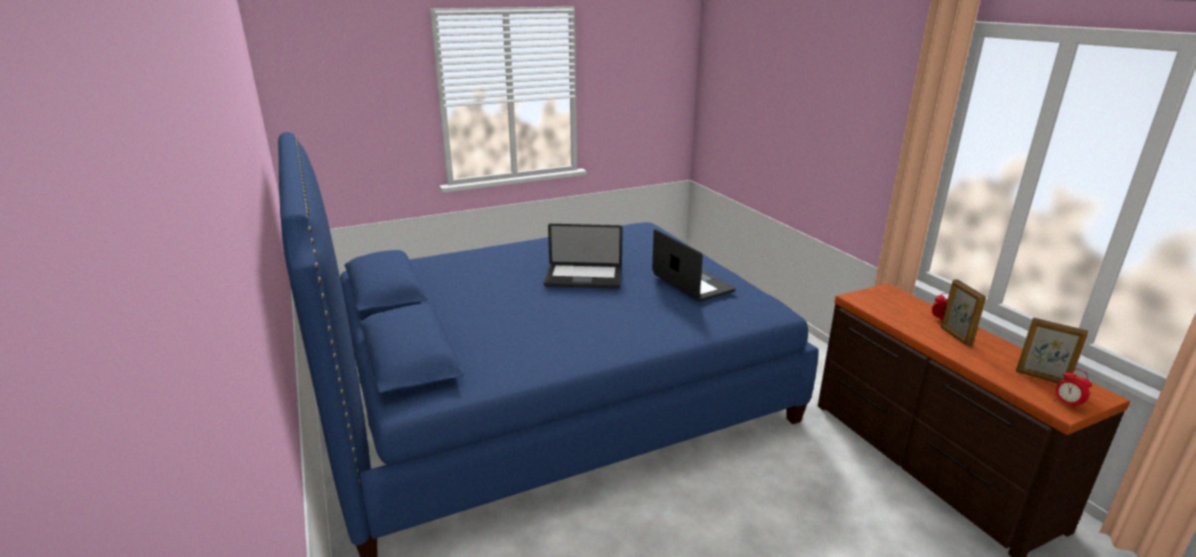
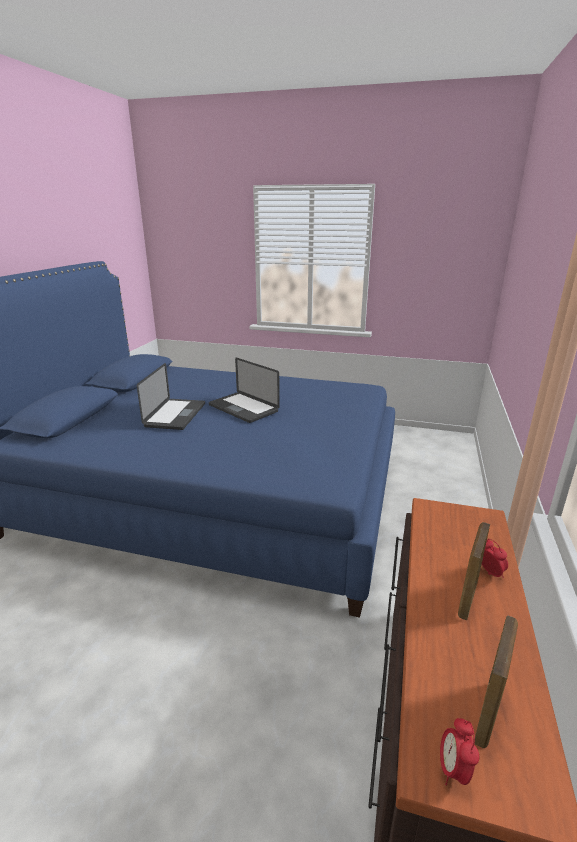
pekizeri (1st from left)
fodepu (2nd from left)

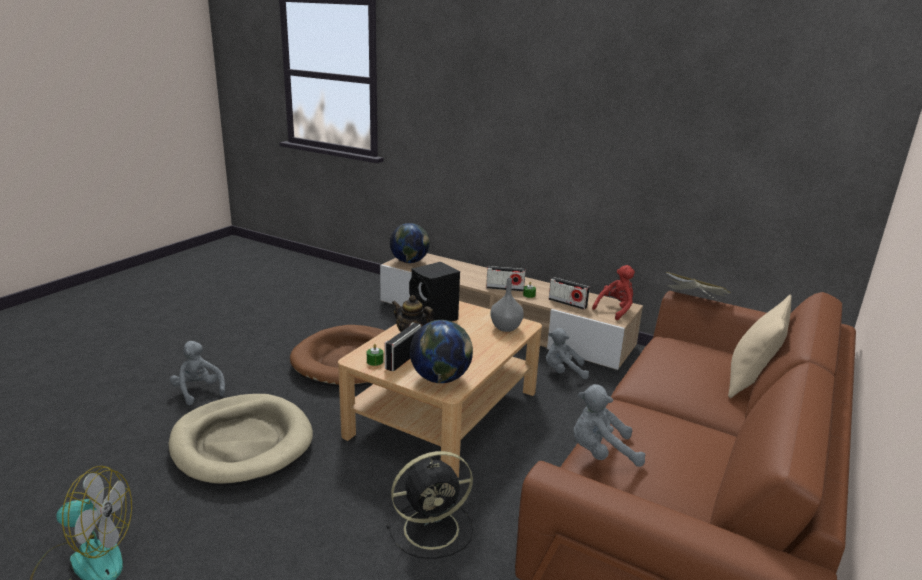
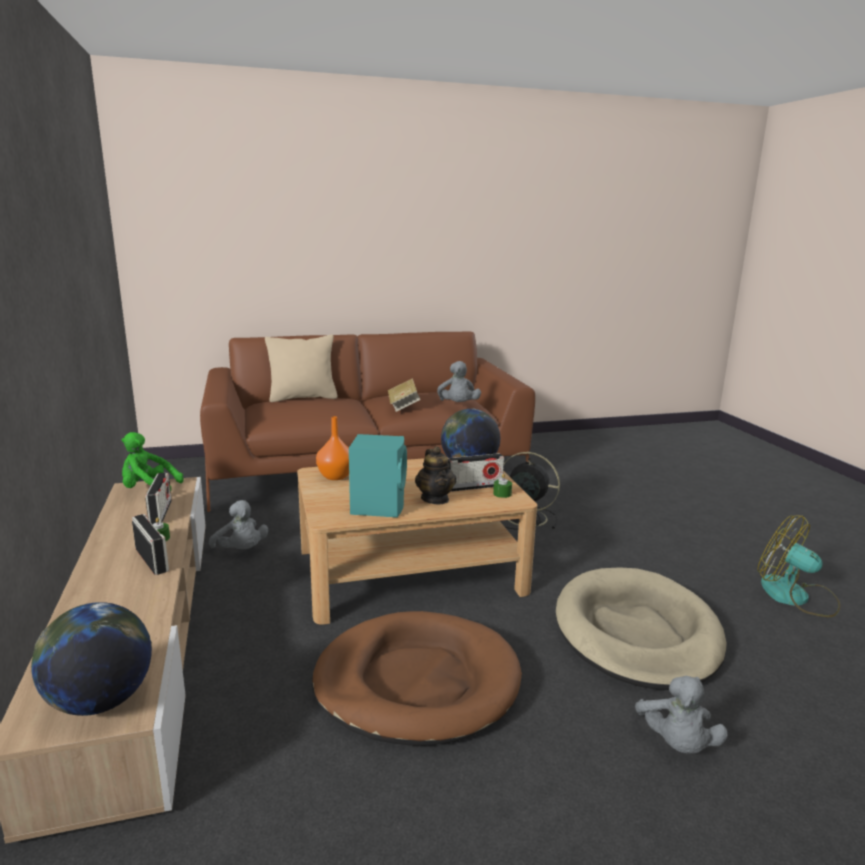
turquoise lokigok
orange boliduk
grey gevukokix (2nd from left)
green gevukokix
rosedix

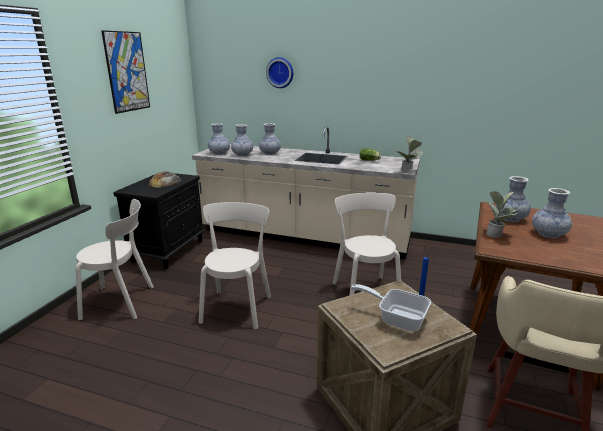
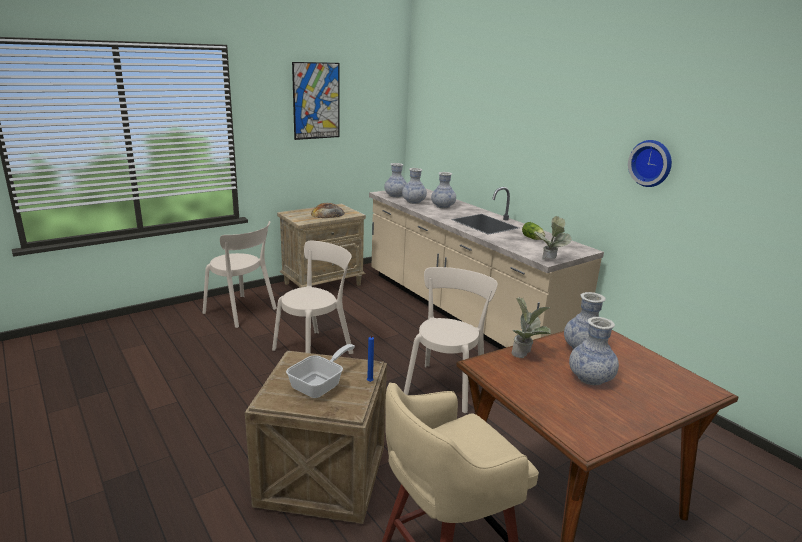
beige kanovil
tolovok
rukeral

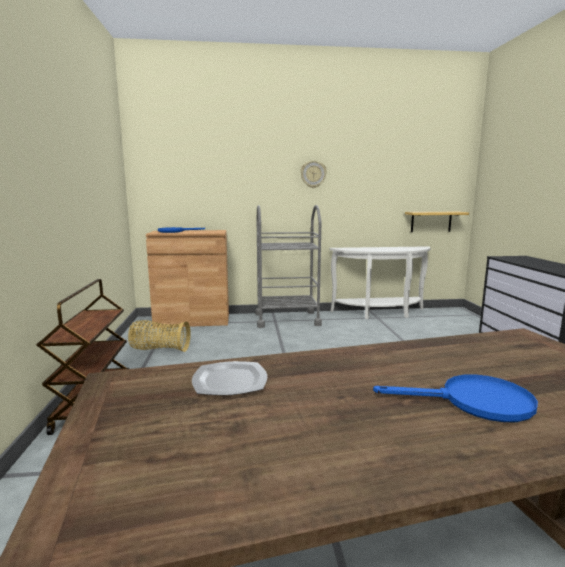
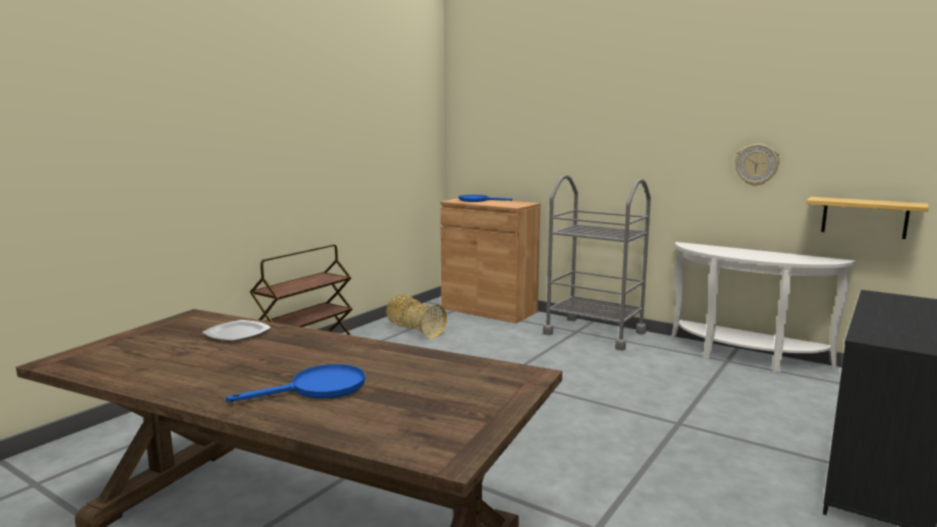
tolovok
blue rukeral (1st from left)

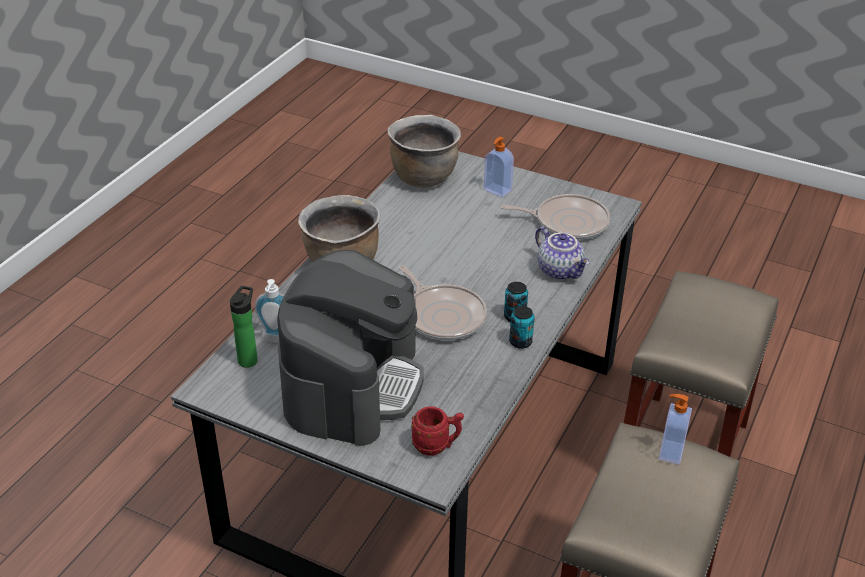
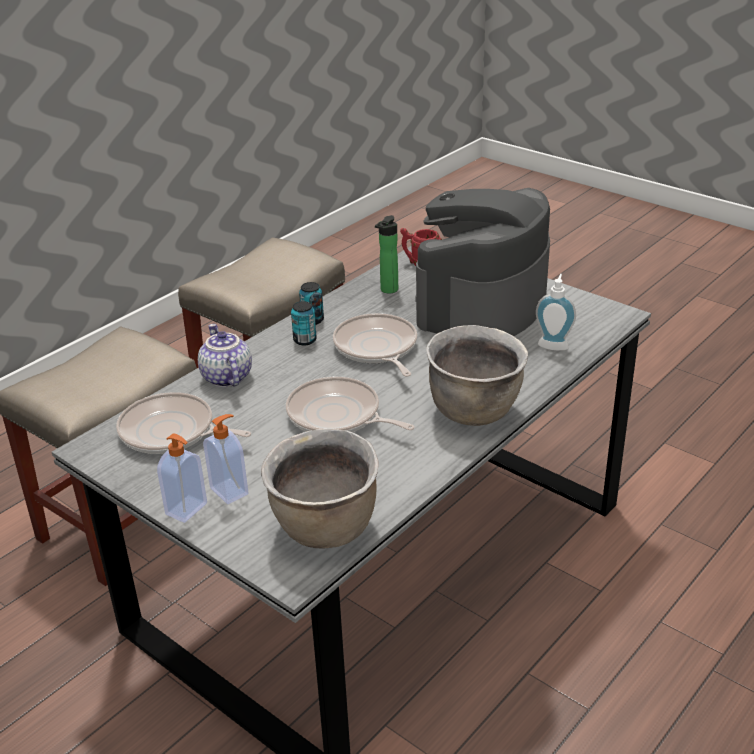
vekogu
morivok (1st from left)
rukeral (2nd from left)

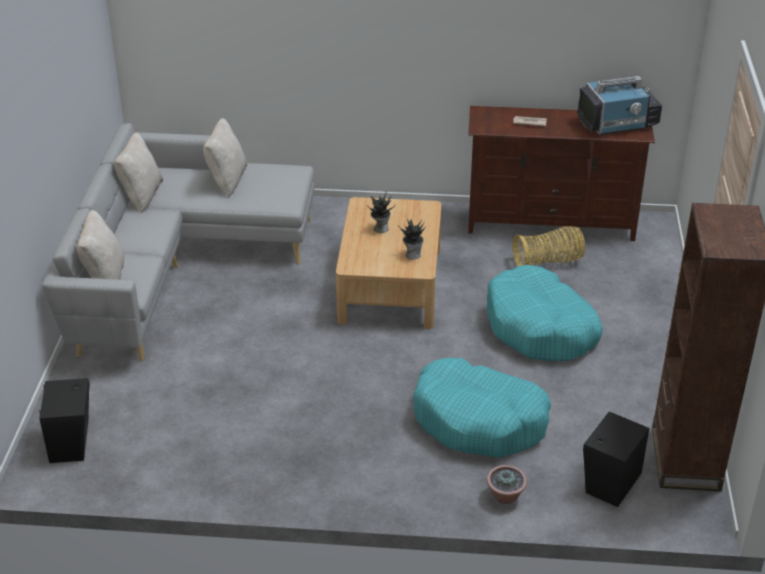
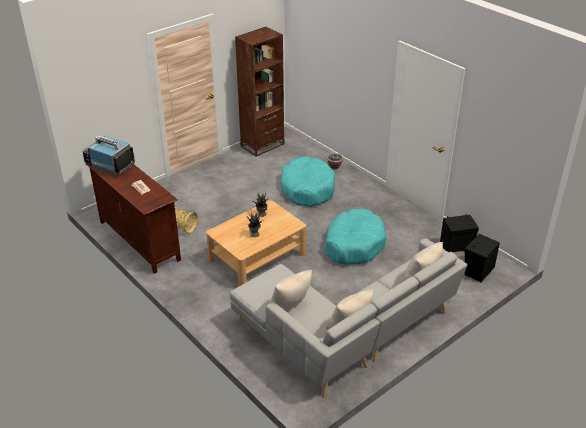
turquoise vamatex (2nd from left)
black lokigok (1st from left)

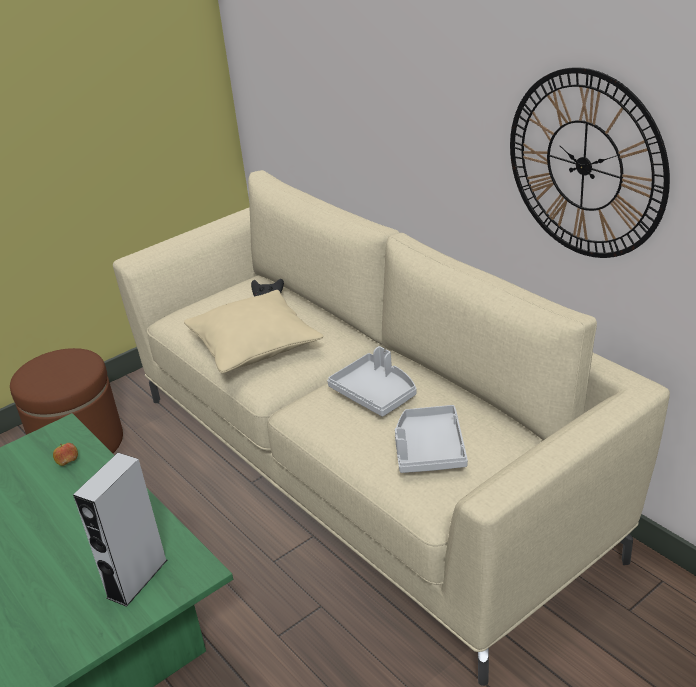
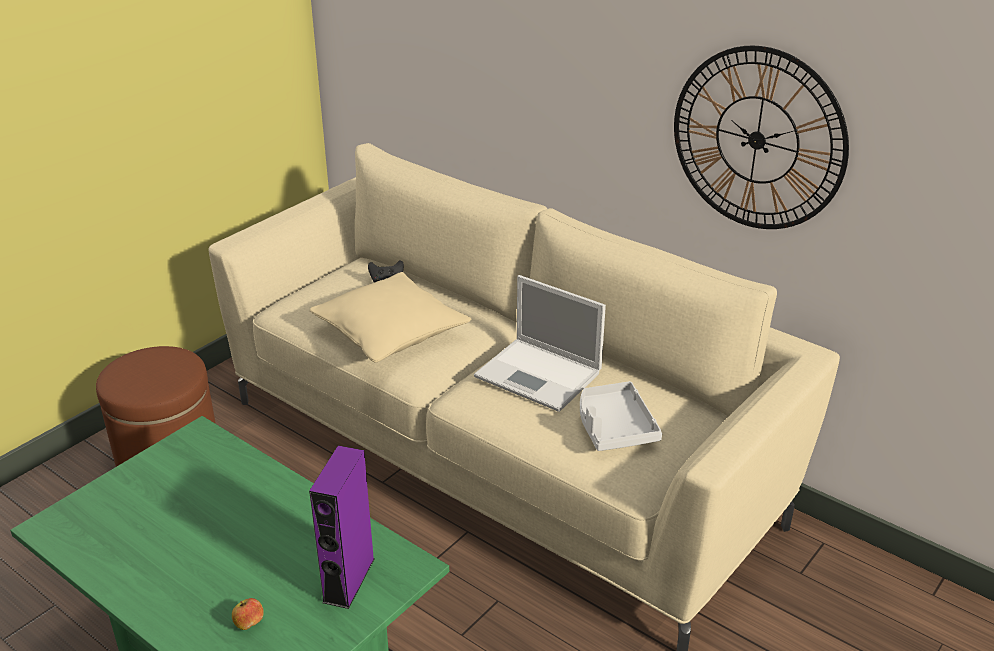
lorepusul
purple lokigok
pekizeri

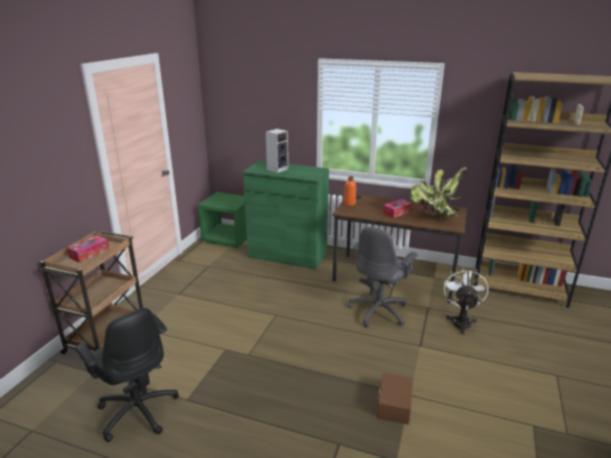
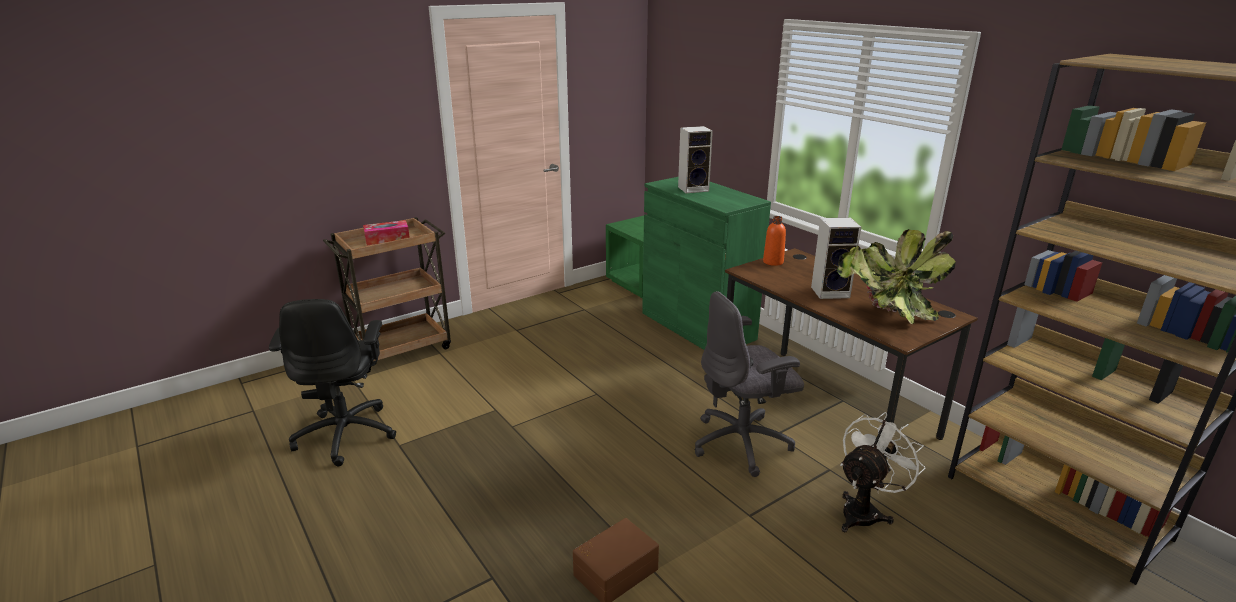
lokigok (2nd from left)

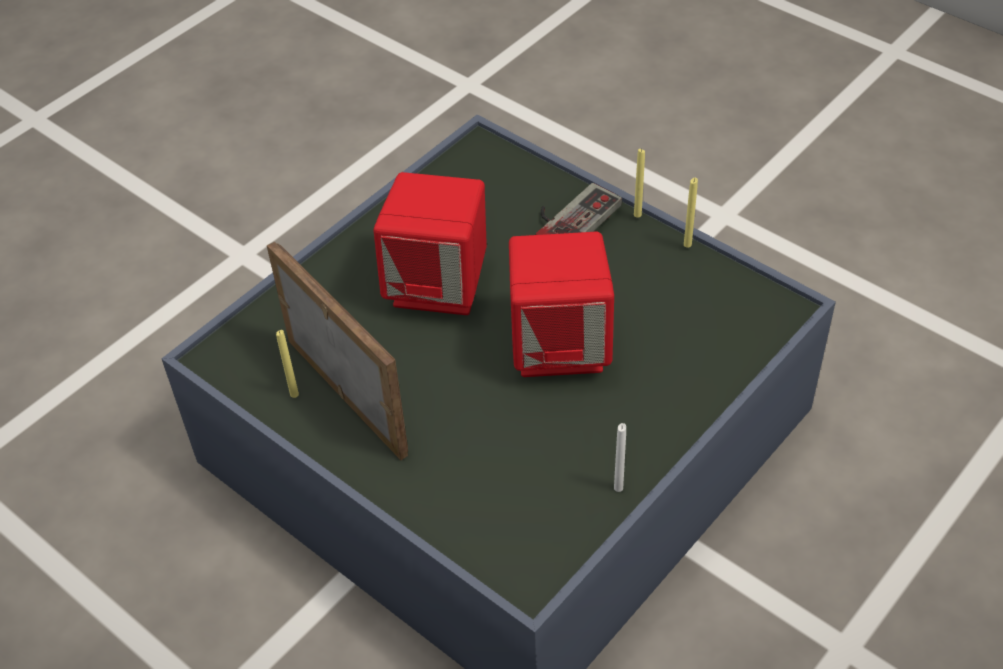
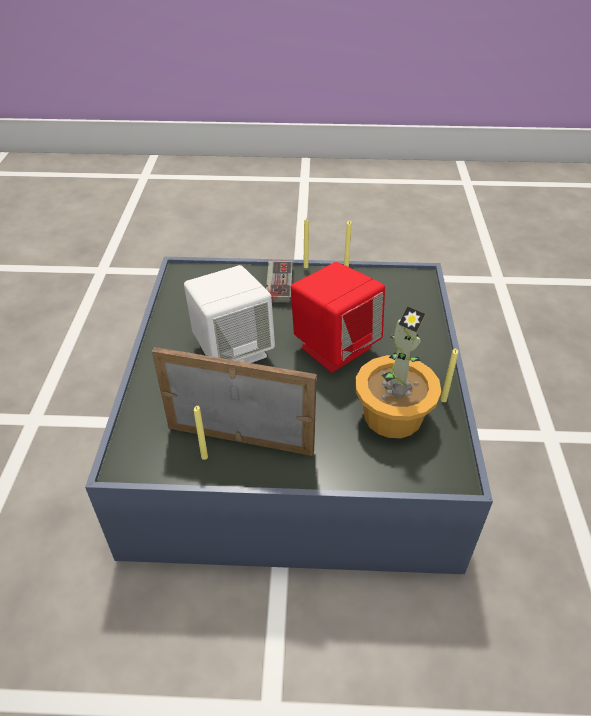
white lokigok
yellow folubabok (4th from left)
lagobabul

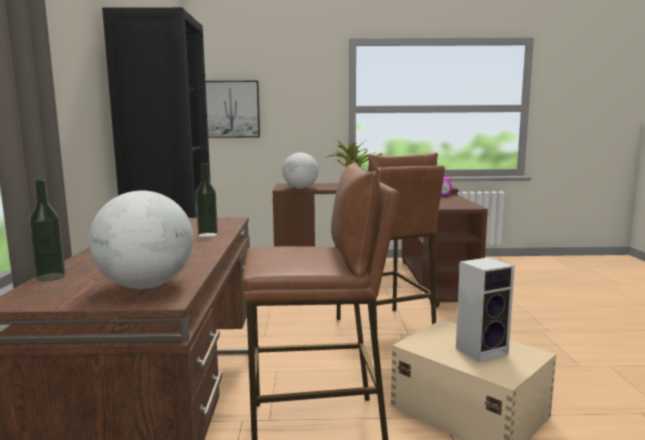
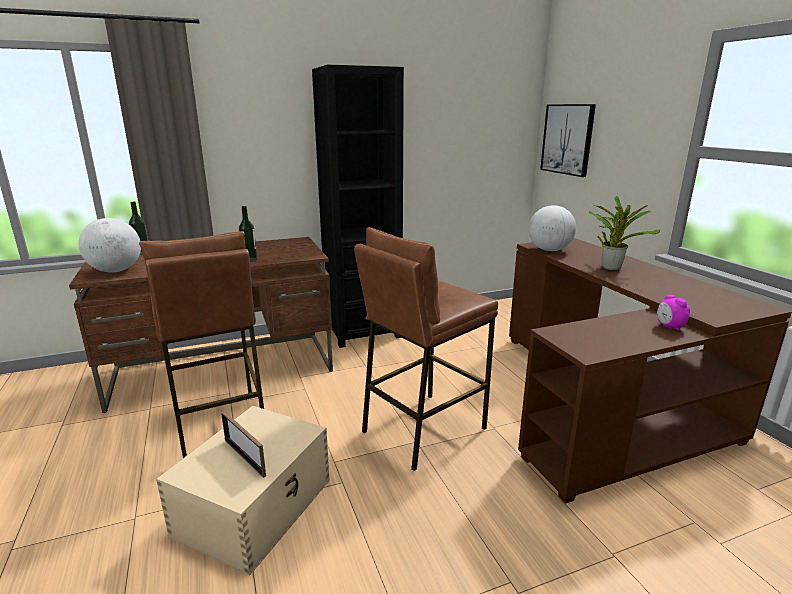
fodepu

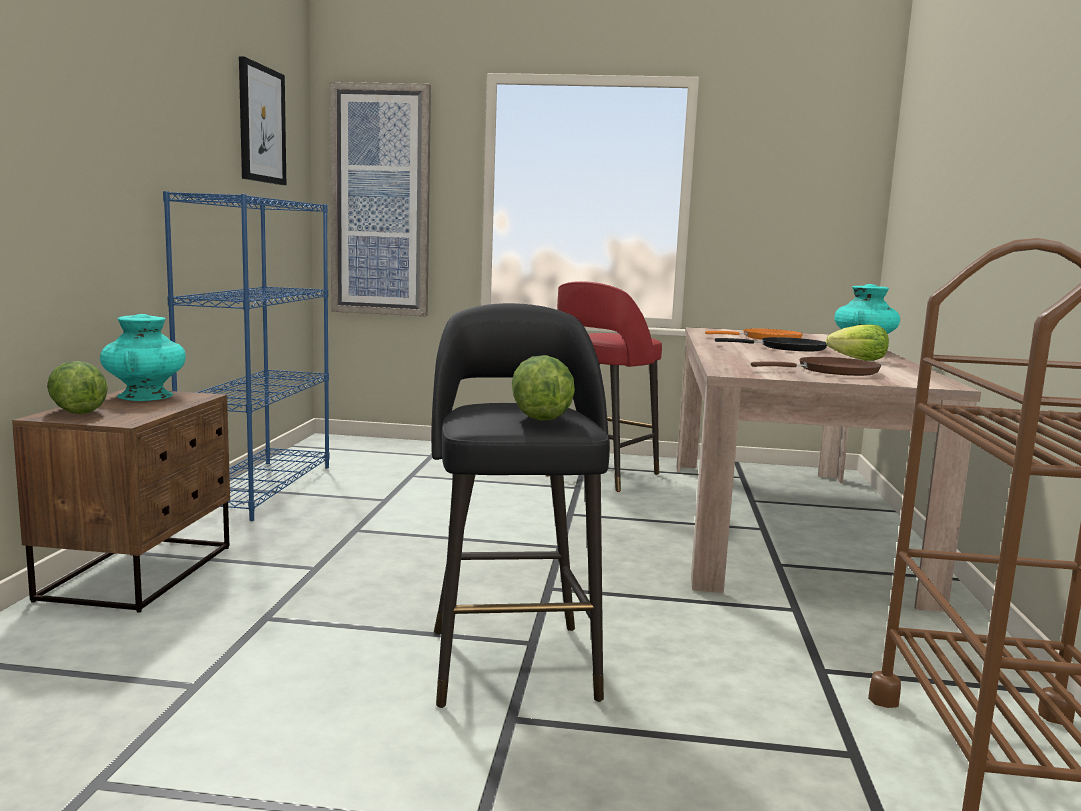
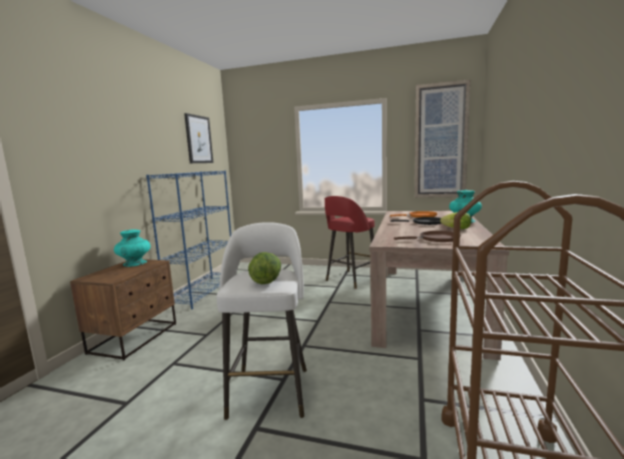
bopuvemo (1st from left in the first image)
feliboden (2nd from left)
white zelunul

